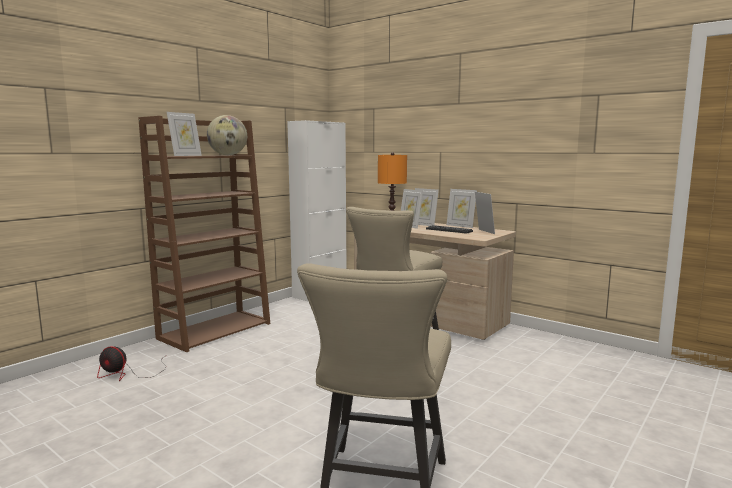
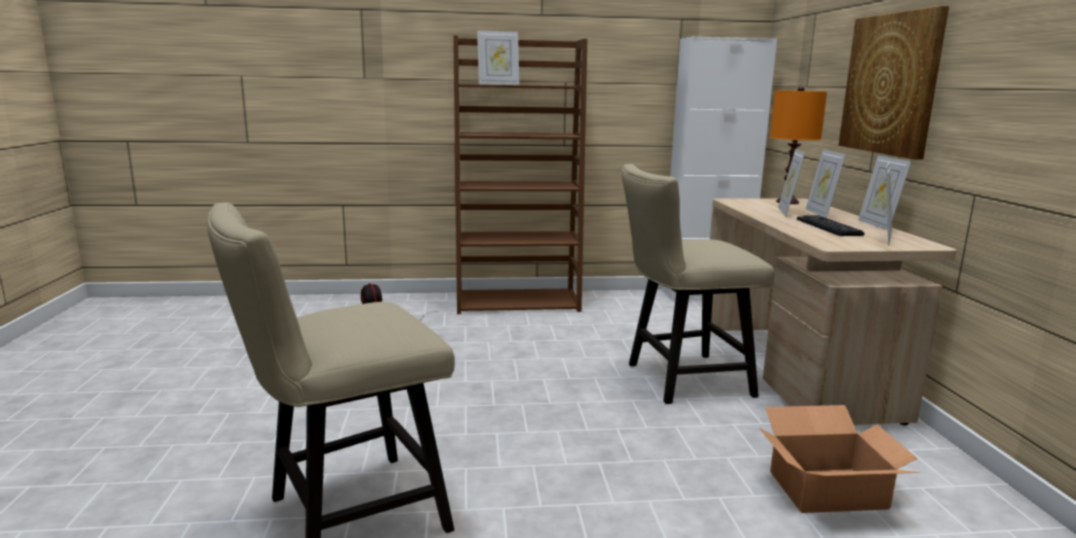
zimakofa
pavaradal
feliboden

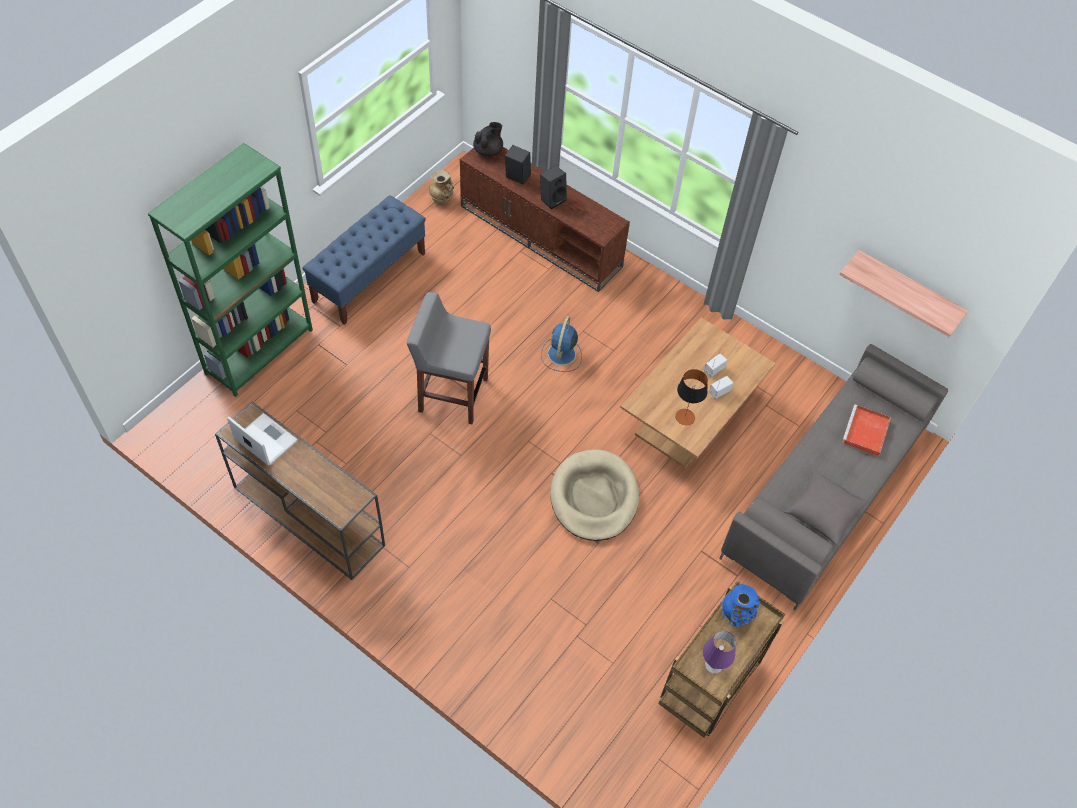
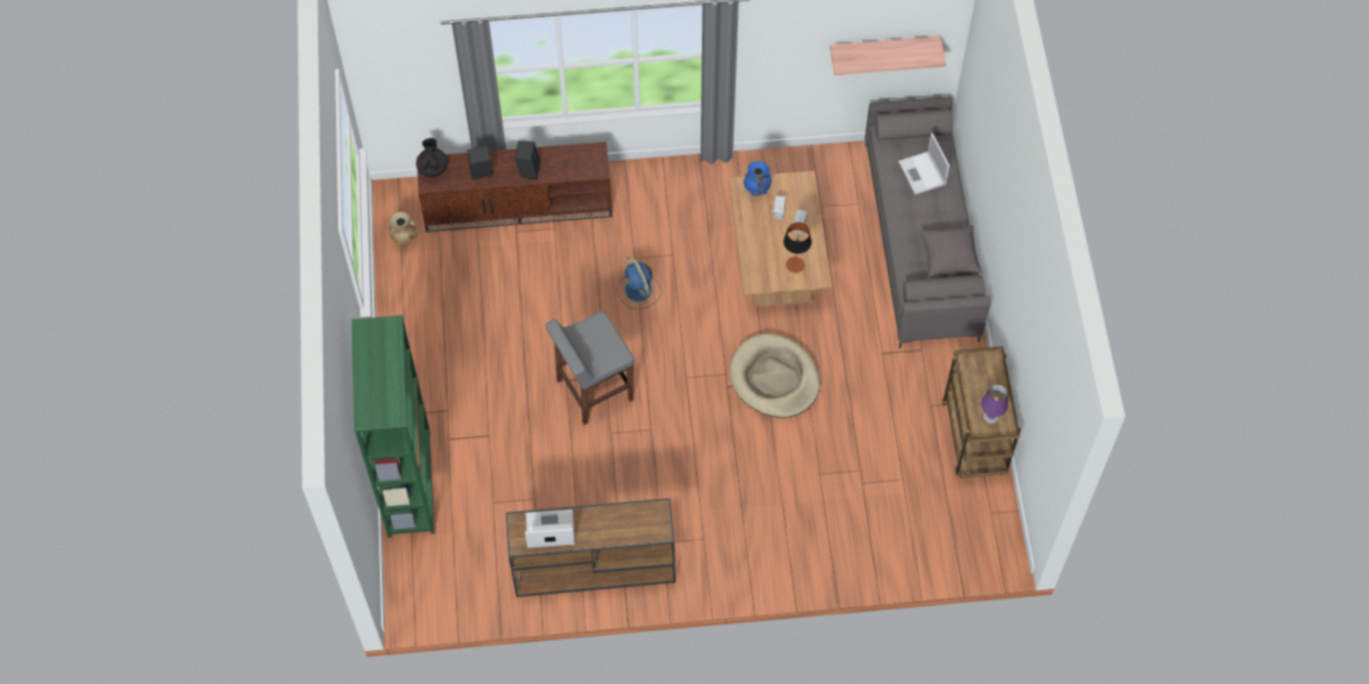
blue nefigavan
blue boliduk
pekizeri (2nd from left)

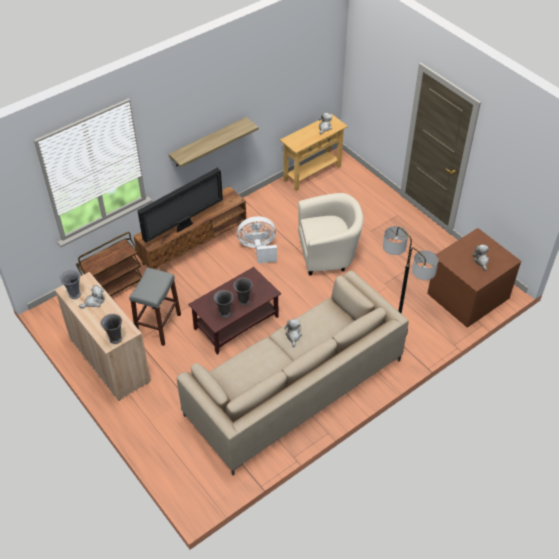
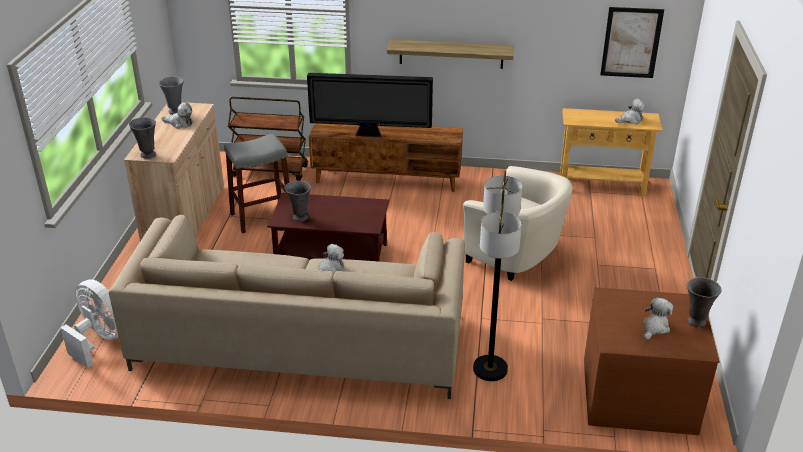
grey boliduk (4th from left)
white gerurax
feliboden

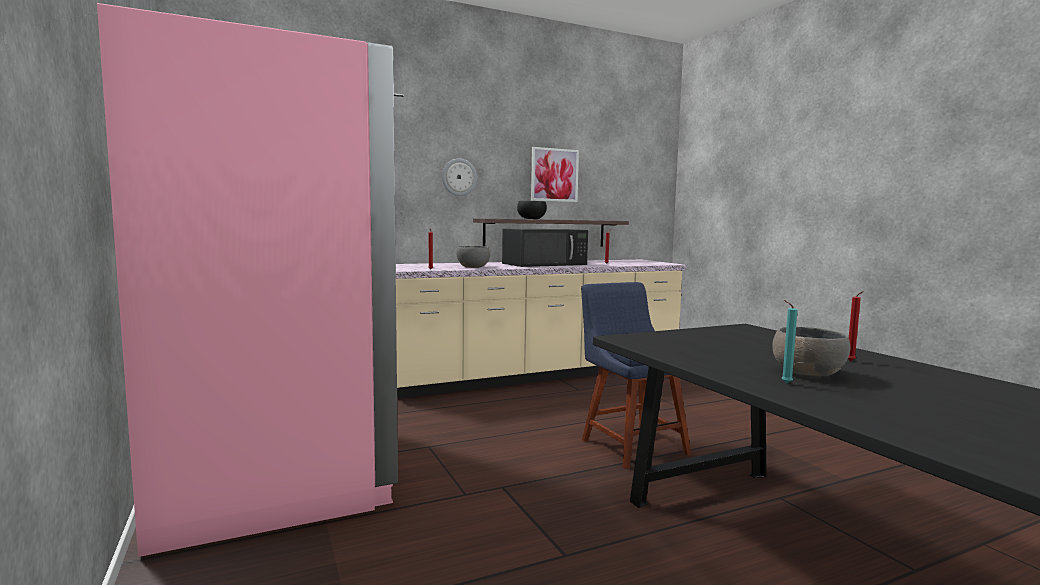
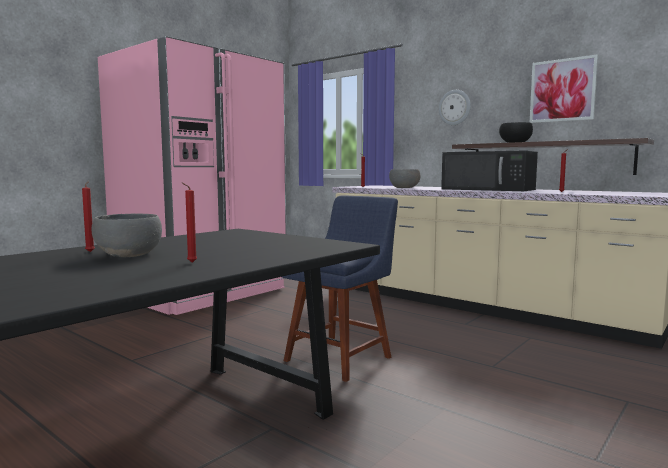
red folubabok (1st from left)

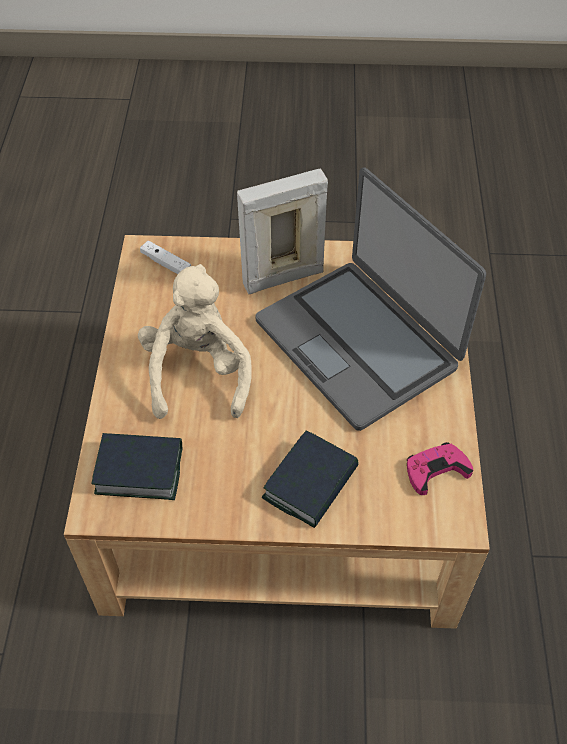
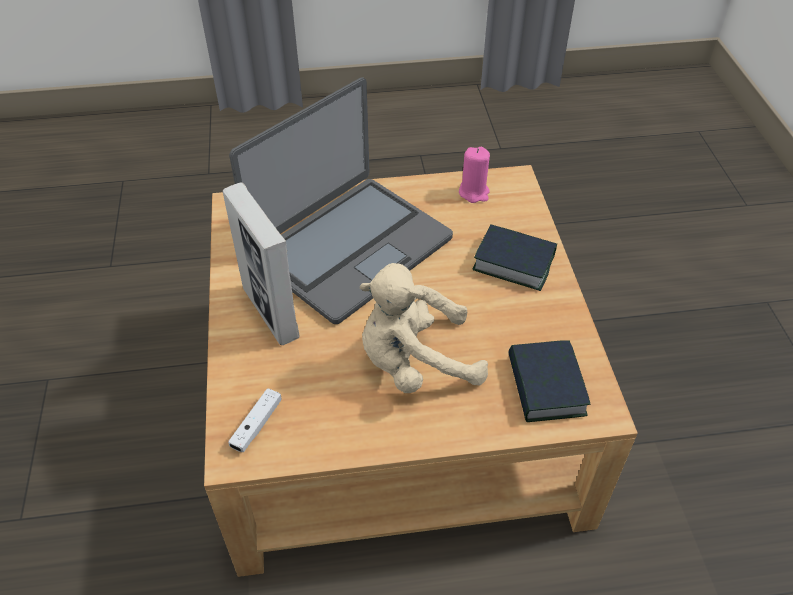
pink folubabok

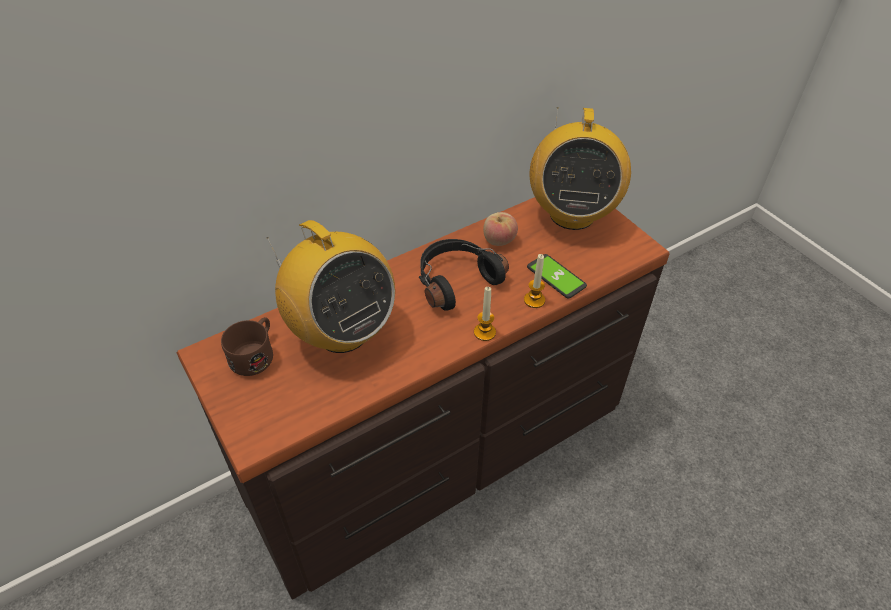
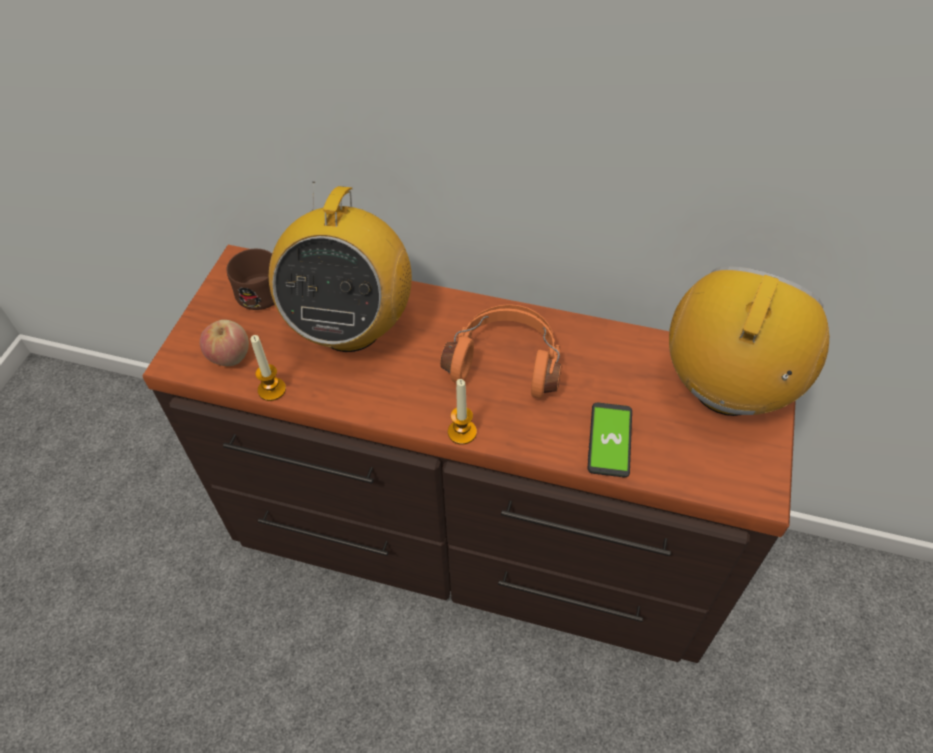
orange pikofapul
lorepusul
folubabok (1st from left)
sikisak (2nd from left)

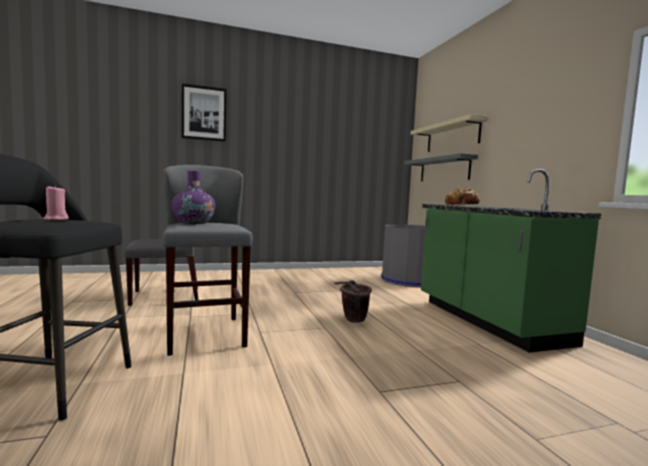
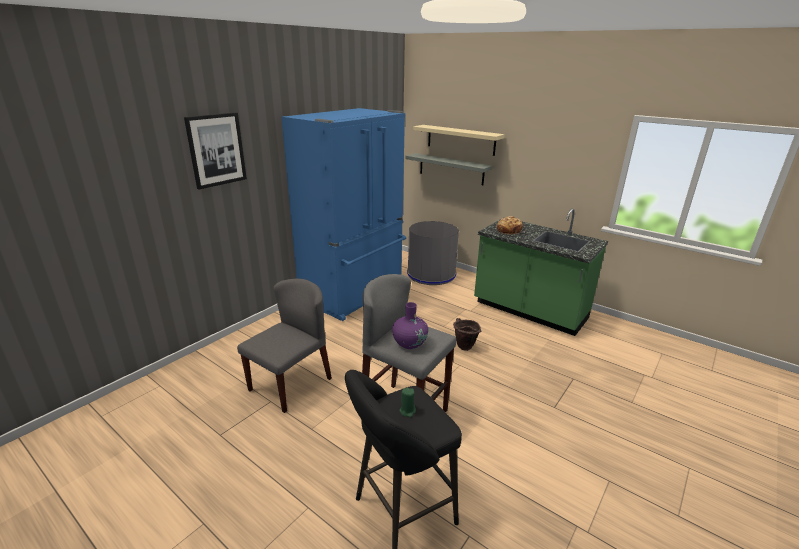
green folubabok
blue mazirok

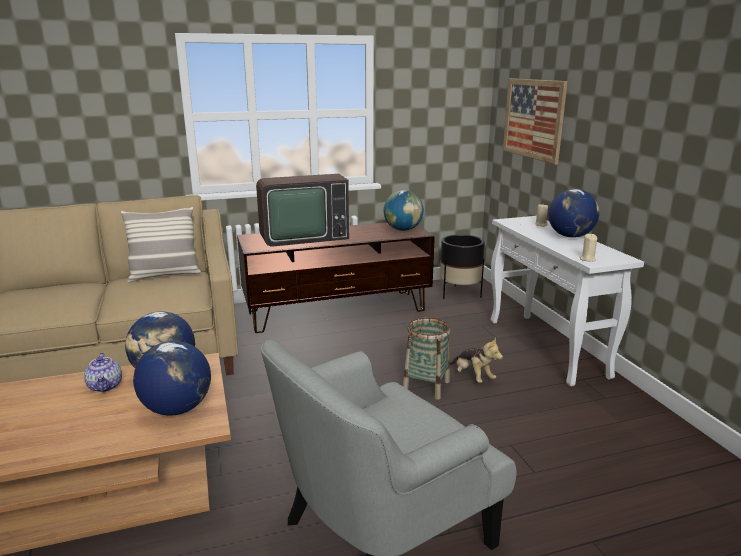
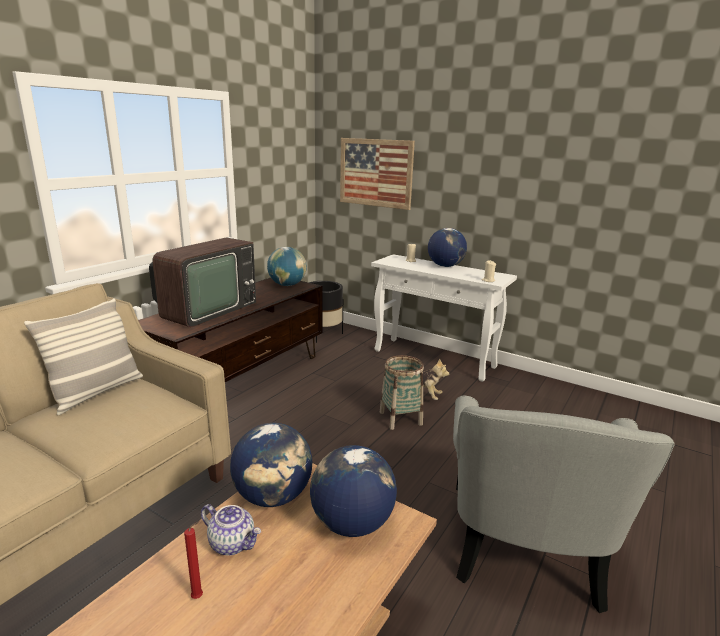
red folubabok

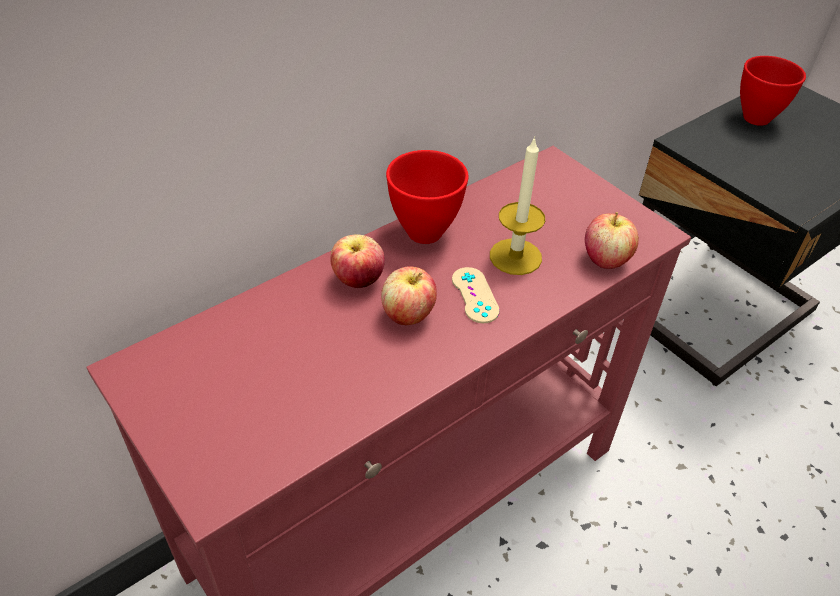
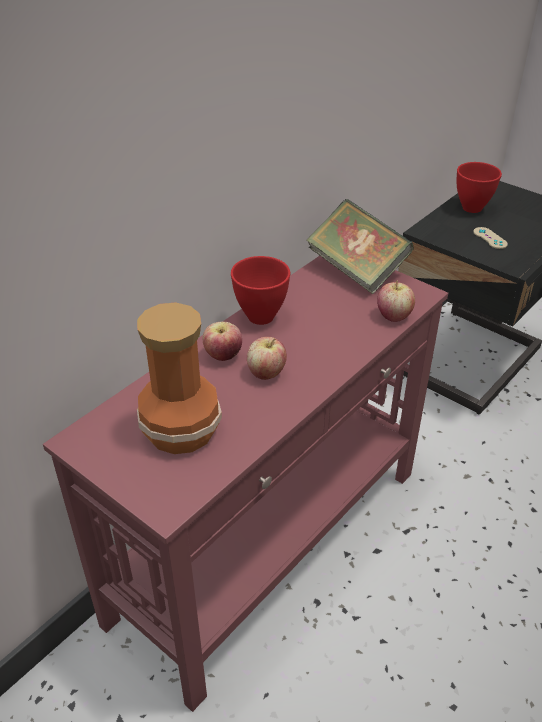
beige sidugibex
folubabok
boliduk
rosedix

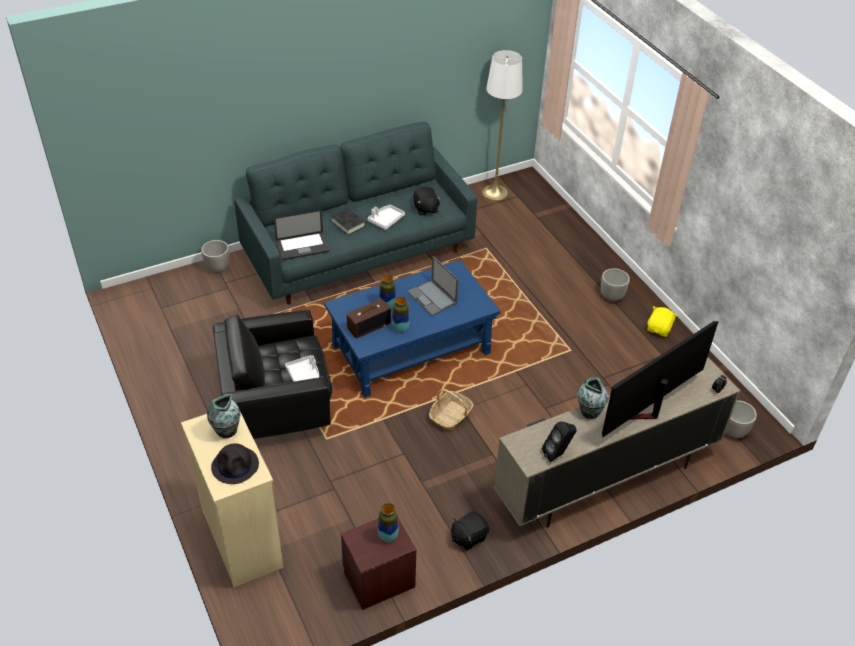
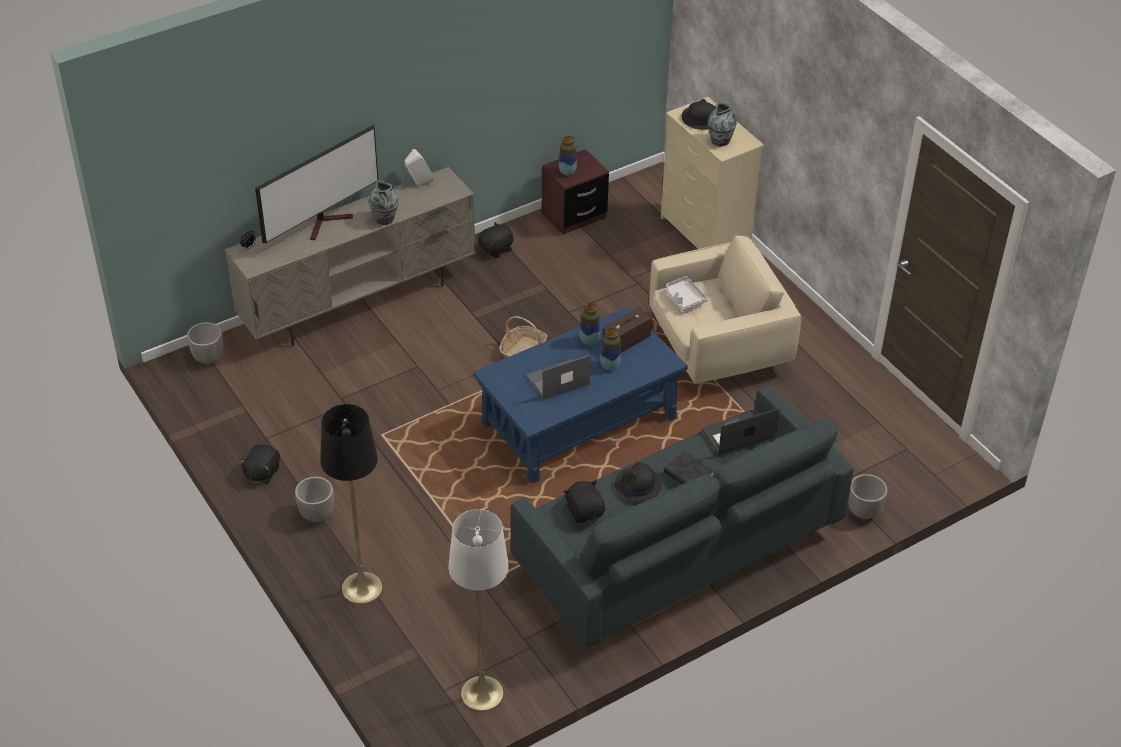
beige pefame
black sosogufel (1st from left)
pekizeri (1st from left)
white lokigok
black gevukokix (1st from left)
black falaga

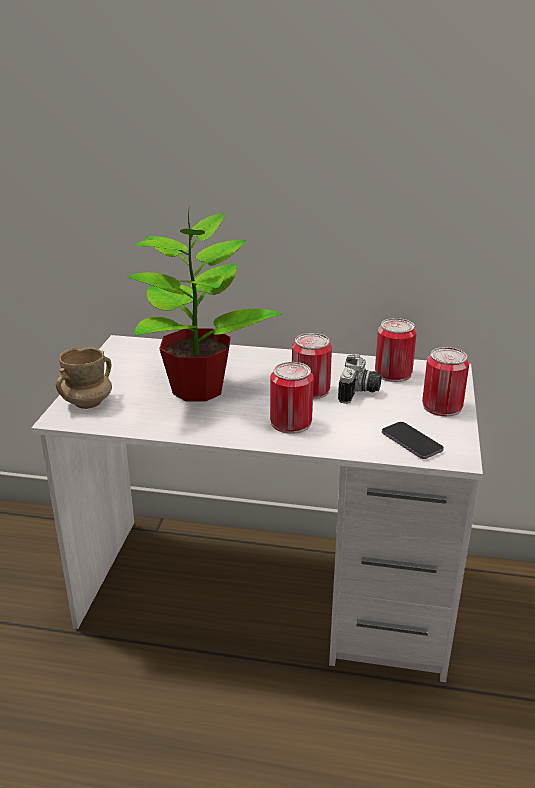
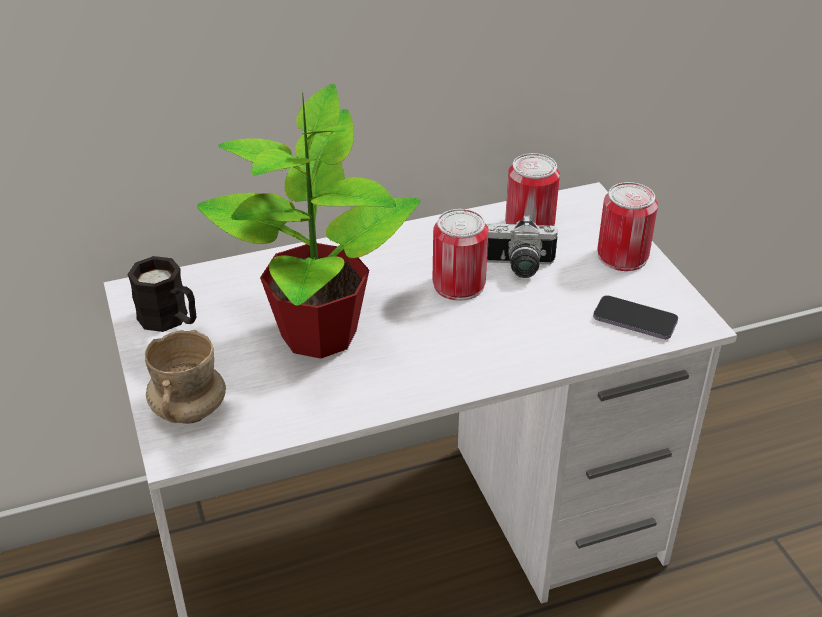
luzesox (1st from left in the first image)
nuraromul
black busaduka

